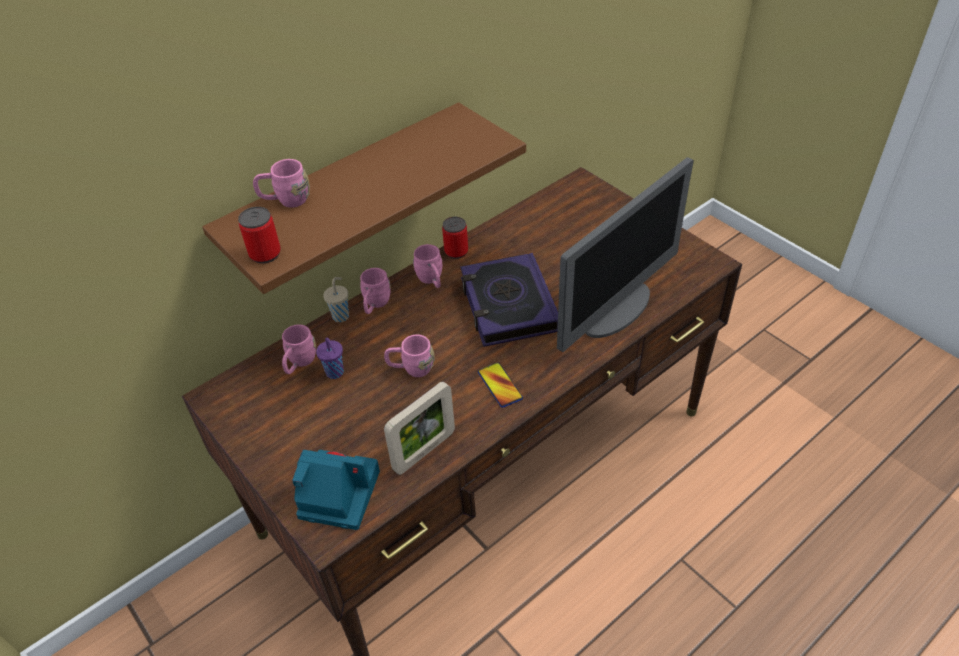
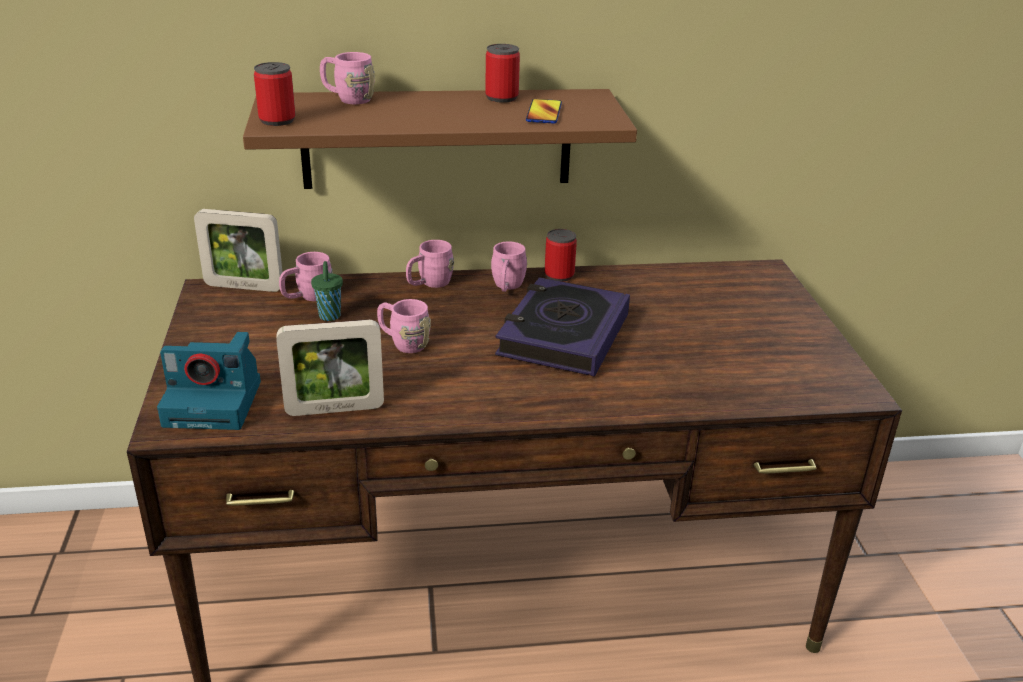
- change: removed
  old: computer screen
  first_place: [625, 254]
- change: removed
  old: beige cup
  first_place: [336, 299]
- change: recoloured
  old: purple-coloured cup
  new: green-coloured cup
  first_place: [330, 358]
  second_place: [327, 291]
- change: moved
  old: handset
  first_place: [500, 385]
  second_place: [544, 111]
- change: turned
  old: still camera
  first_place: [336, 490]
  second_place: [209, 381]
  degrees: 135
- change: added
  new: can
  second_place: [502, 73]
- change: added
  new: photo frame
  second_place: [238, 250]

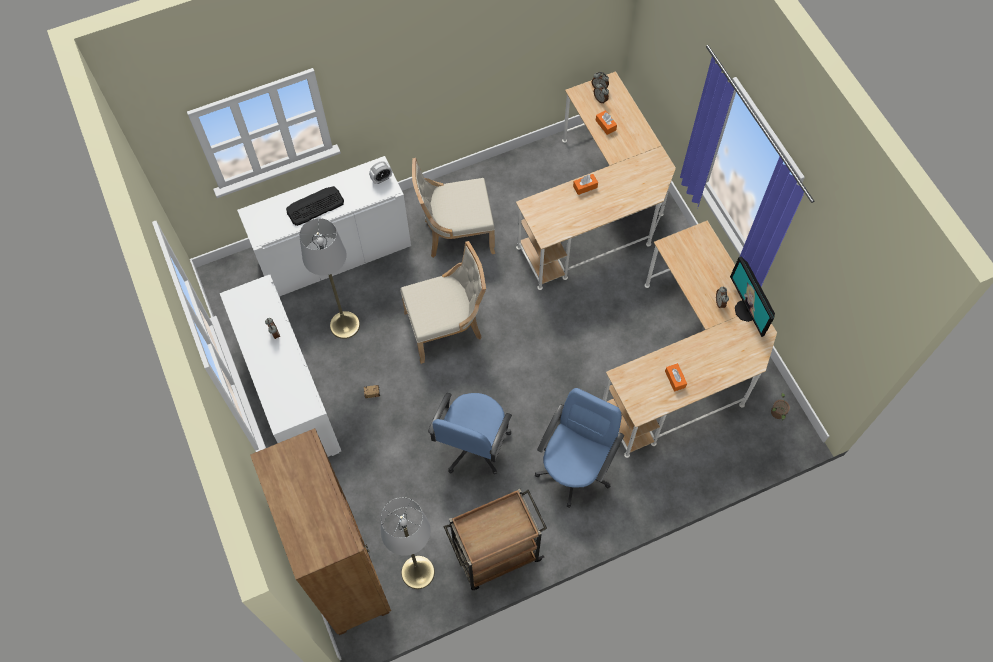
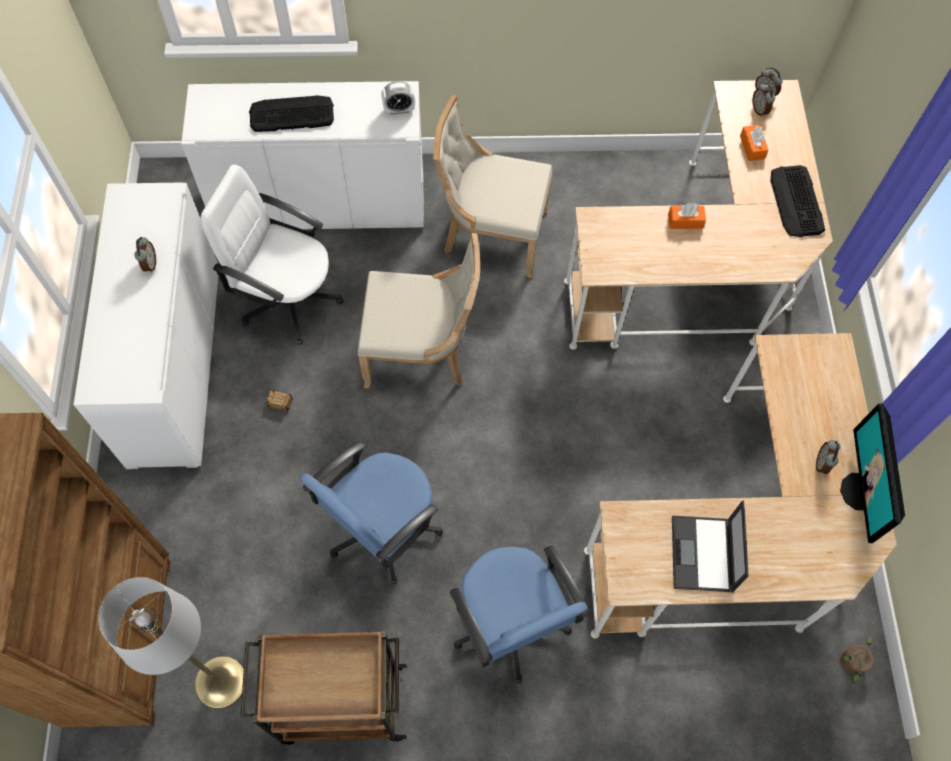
- change: replaced
  old: greyish floor lamp
  new: whitish desk chair
  first_place: [329, 278]
  second_place: [272, 255]
- change: replaced
  old: orange-coloured tissue holder
  new: notebook computer
  first_place: [676, 377]
  second_place: [710, 546]
- change: turned
  old: bluish desk chair
  first_place: [579, 448]
  second_place: [519, 614]
  degrees: 105
- change: added
  new: keyboard
  second_place: [798, 201]

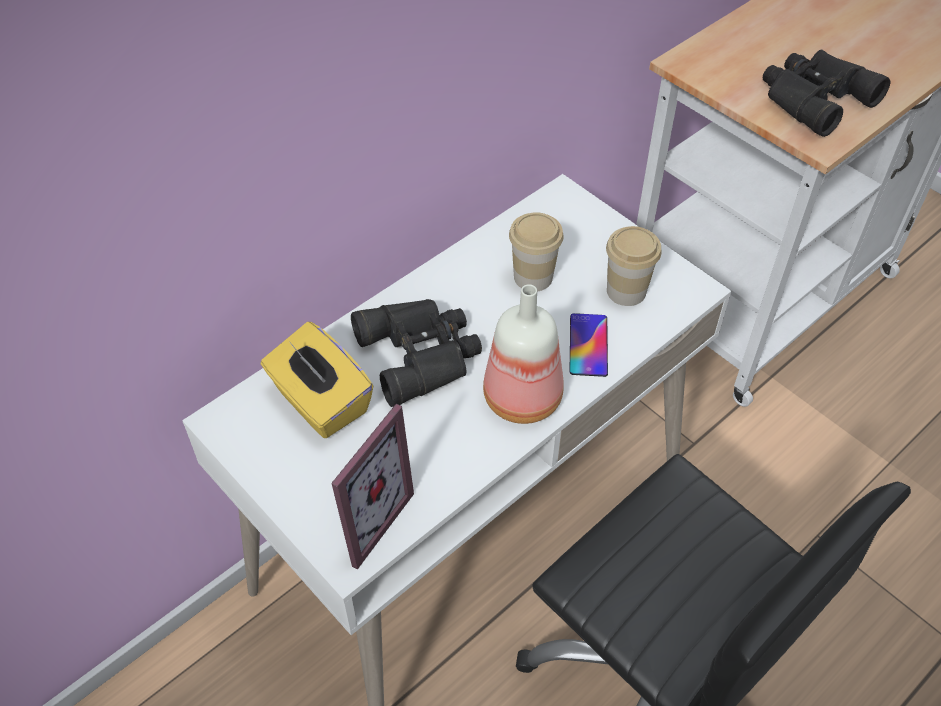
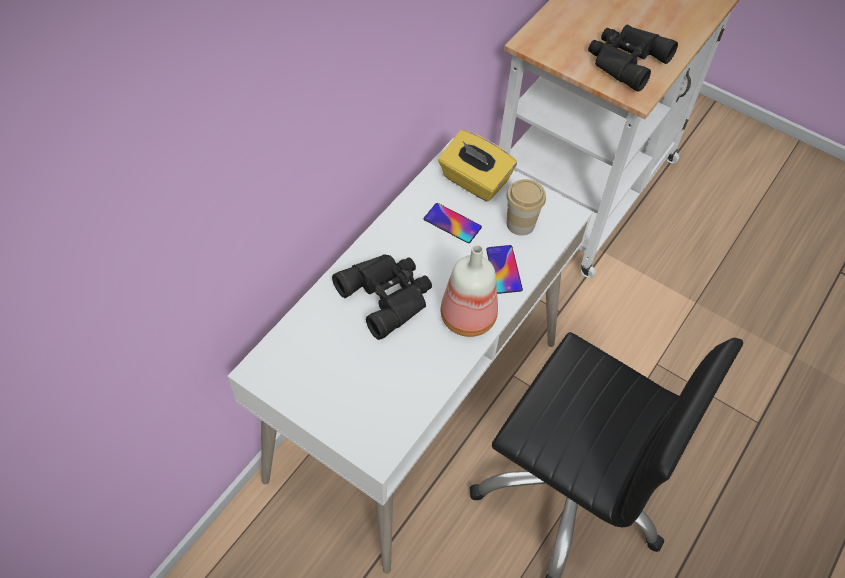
- change: replaced
  old: cup
  new: handset
  first_place: [536, 251]
  second_place: [453, 223]
- change: moved
  old: yellow-coloured tissue holder
  first_place: [317, 380]
  second_place: [477, 165]
- change: removed
  old: photo frame
  first_place: [373, 486]

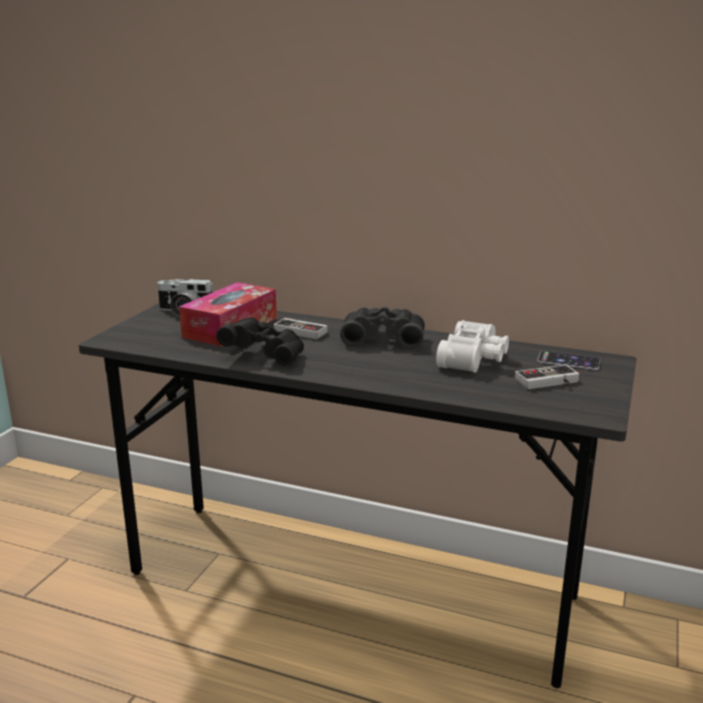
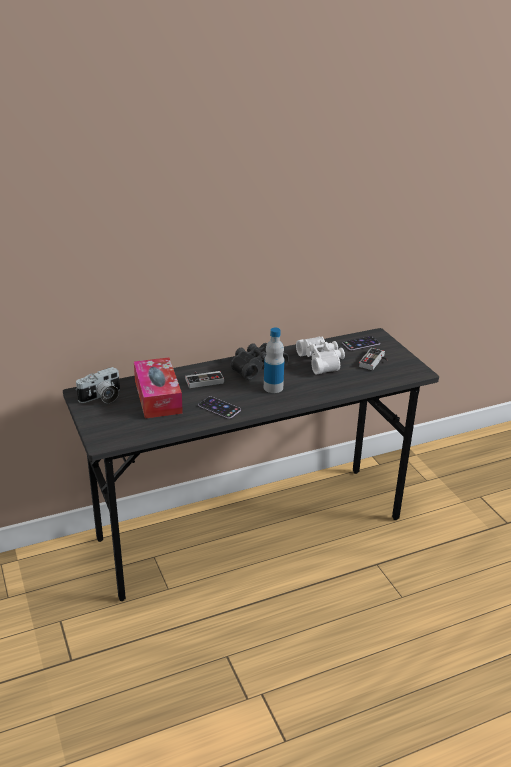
- change: replaced
  old: black-coloured field glasses
  new: handset
  first_place: [260, 341]
  second_place: [219, 407]
- change: added
  new: drink bottle
  second_place: [274, 360]

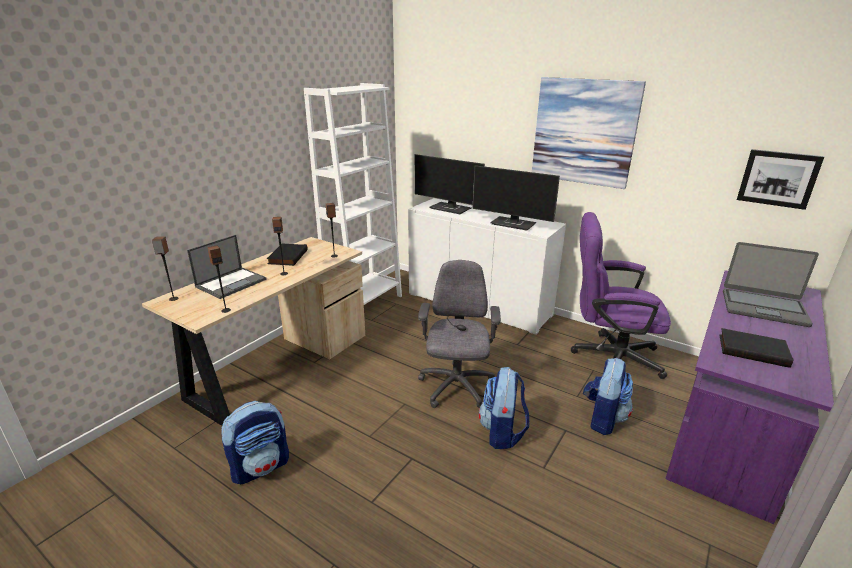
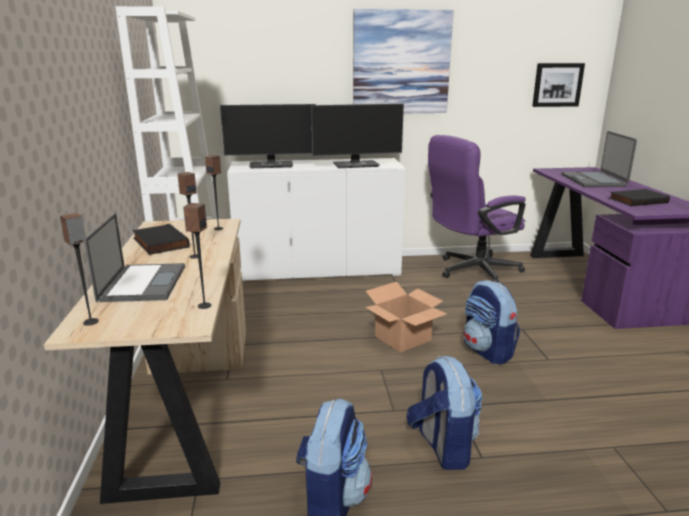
- change: turned
  old: notebook computer
  first_place: [771, 284]
  second_place: [599, 159]
  degrees: 105
- change: replaced
  old: greyish desk chair
  new: cardboard box
  first_place: [459, 334]
  second_place: [406, 317]
- change: moved
  old: rucksack
  first_place: [608, 396]
  second_place: [444, 413]

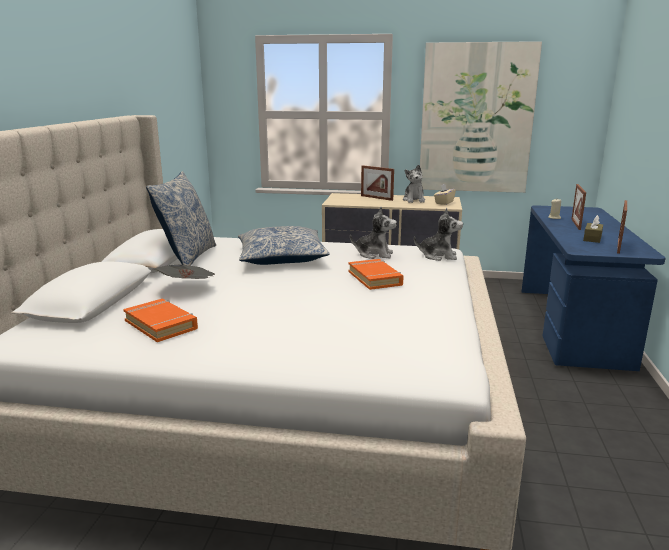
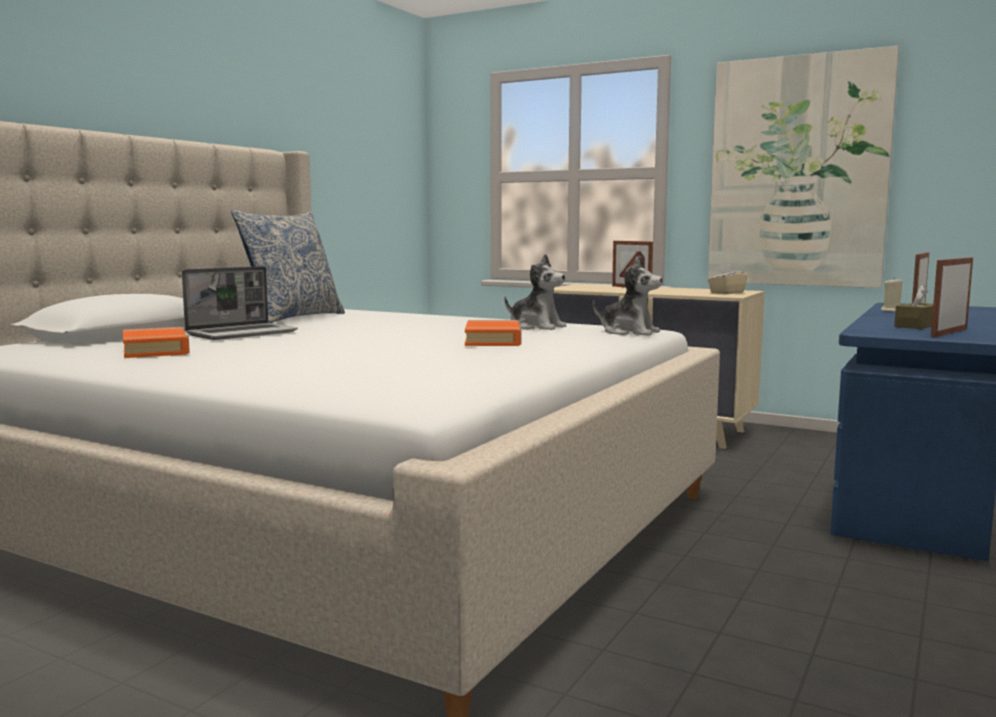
- change: removed
  old: soft toy
  first_place: [414, 184]
- change: removed
  old: pillow
  first_place: [283, 245]
- change: replaced
  old: daily paper
  new: notebook computer
  first_place: [183, 272]
  second_place: [240, 303]

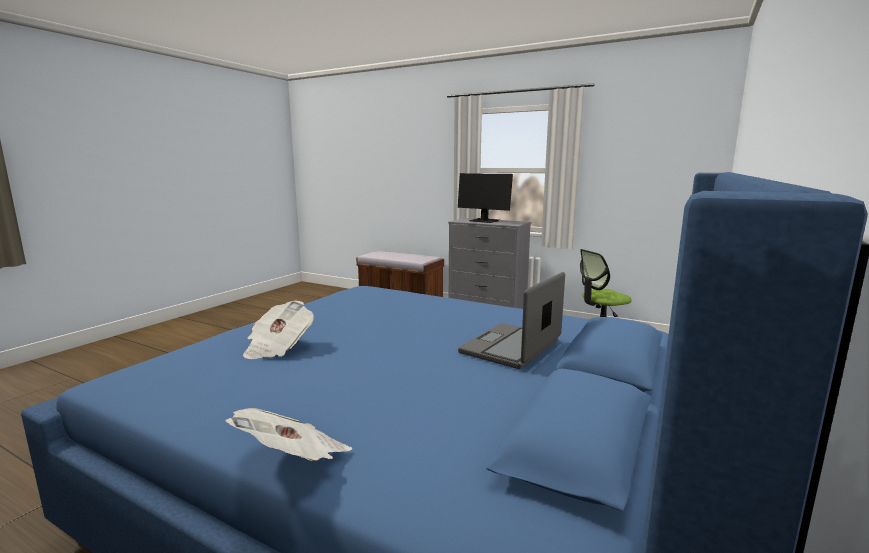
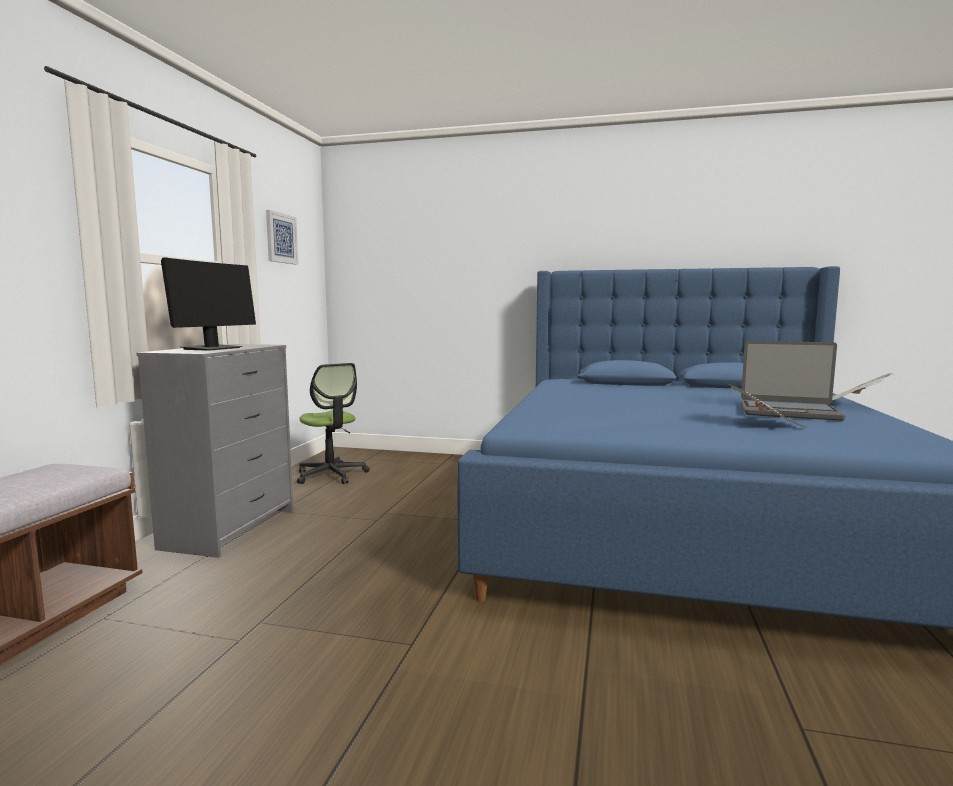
- change: moved
  old: notebook computer
  first_place: [511, 320]
  second_place: [793, 381]
- change: added
  new: picture
  second_place: [282, 237]

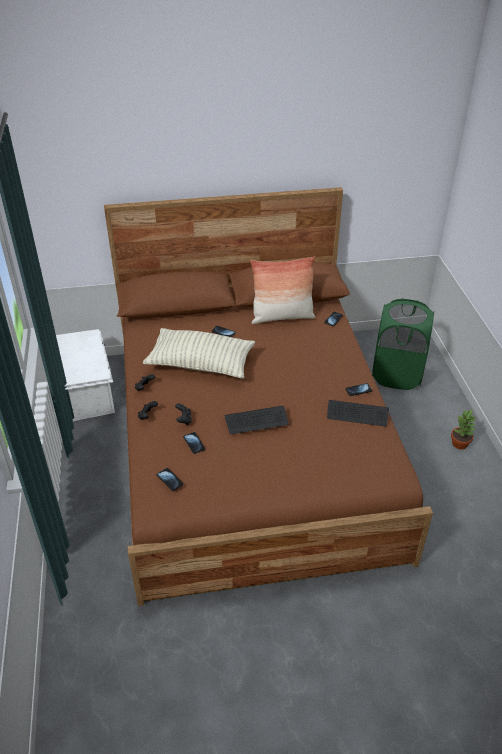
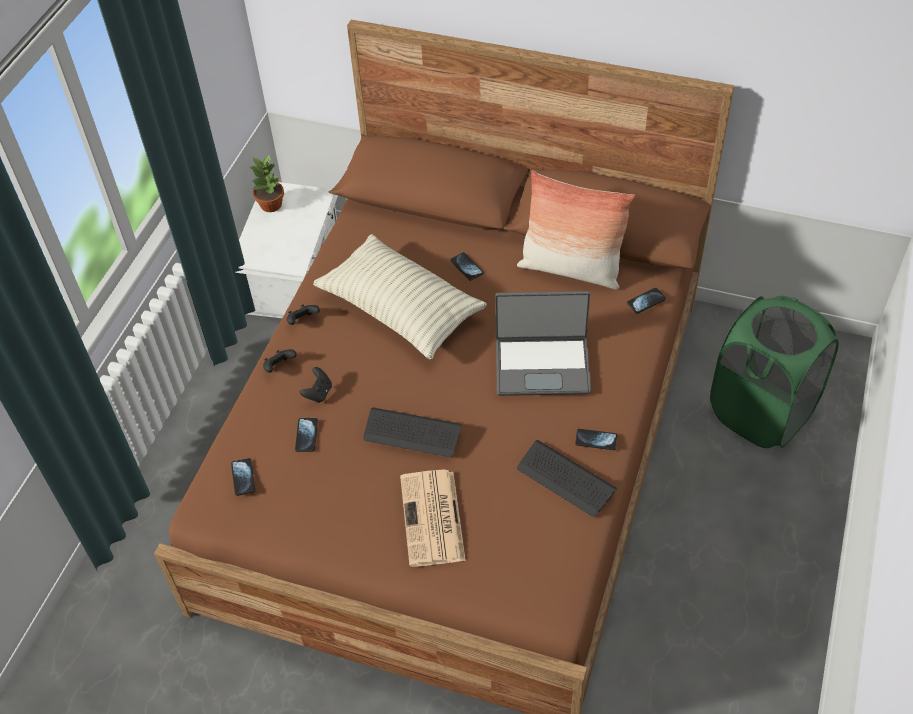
- change: moved
  old: houseplant
  first_place: [463, 429]
  second_place: [267, 183]
- change: added
  new: notebook computer
  second_place: [543, 343]
- change: added
  new: daily paper
  second_place: [433, 518]

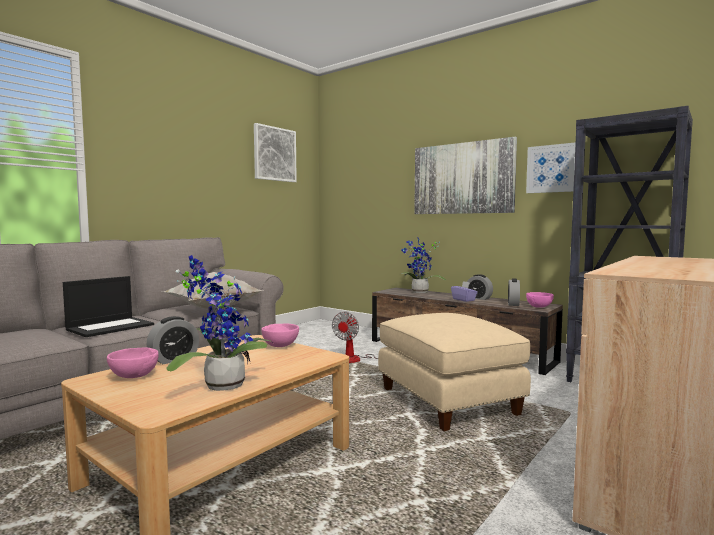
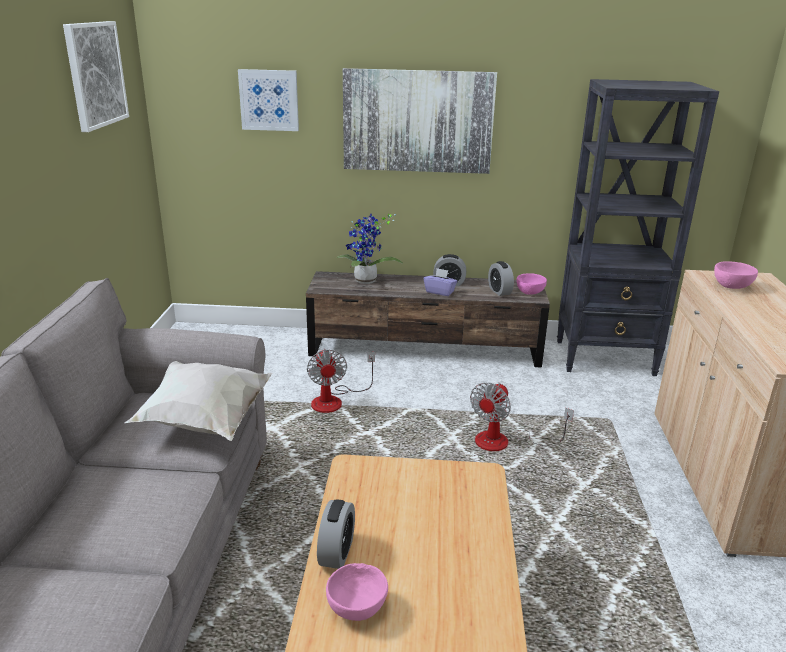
- change: moved
  old: picture
  first_place: [551, 167]
  second_place: [268, 100]
- change: removed
  old: houseplant
  first_place: [219, 323]
- change: removed
  old: notebook computer
  first_place: [108, 306]
- change: replaced
  old: beige ottoman
  new: electric fan
  first_place: [454, 372]
  second_place: [522, 416]
- change: moved
  old: pink-coloured deep dish
  first_place: [280, 335]
  second_place: [736, 275]

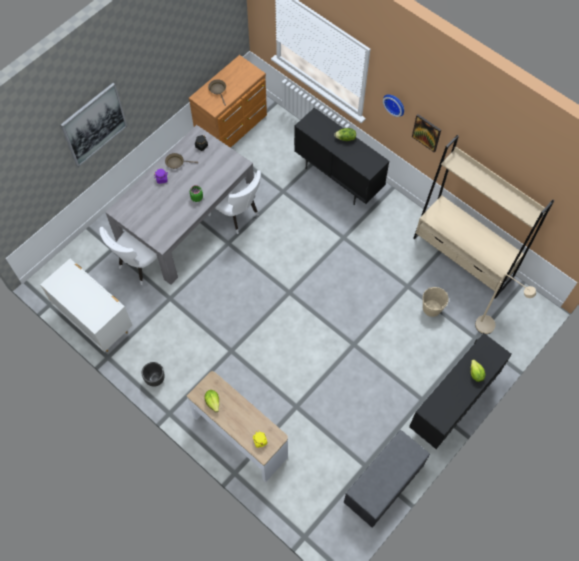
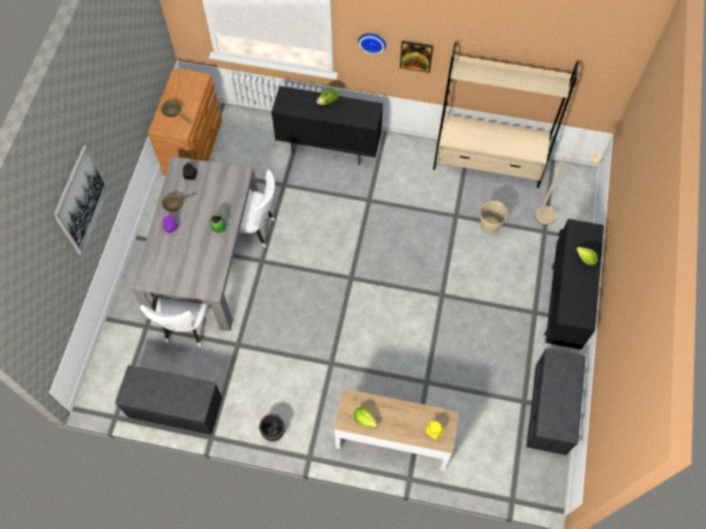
- change: replaced
  old: whitish dresser
  new: greyish bench
  first_place: [86, 305]
  second_place: [168, 400]

